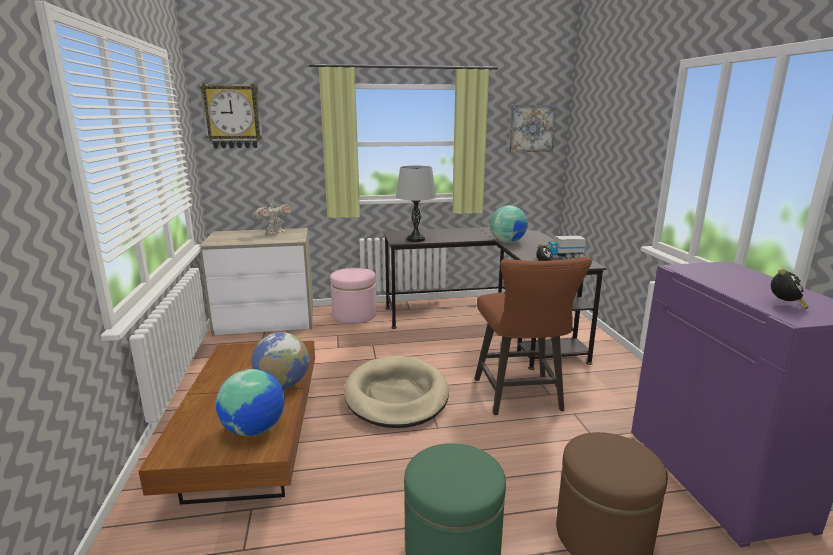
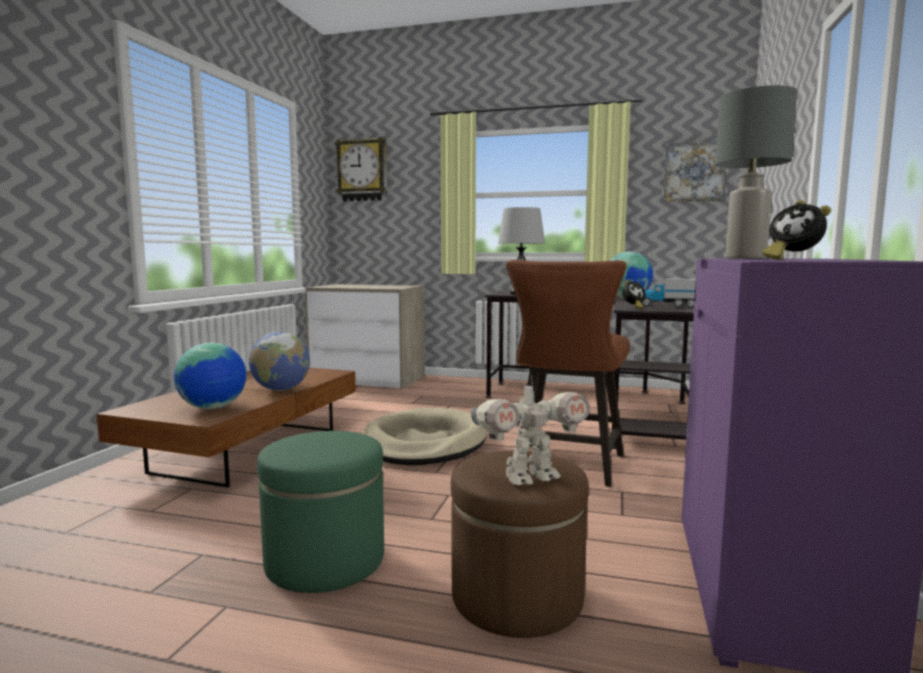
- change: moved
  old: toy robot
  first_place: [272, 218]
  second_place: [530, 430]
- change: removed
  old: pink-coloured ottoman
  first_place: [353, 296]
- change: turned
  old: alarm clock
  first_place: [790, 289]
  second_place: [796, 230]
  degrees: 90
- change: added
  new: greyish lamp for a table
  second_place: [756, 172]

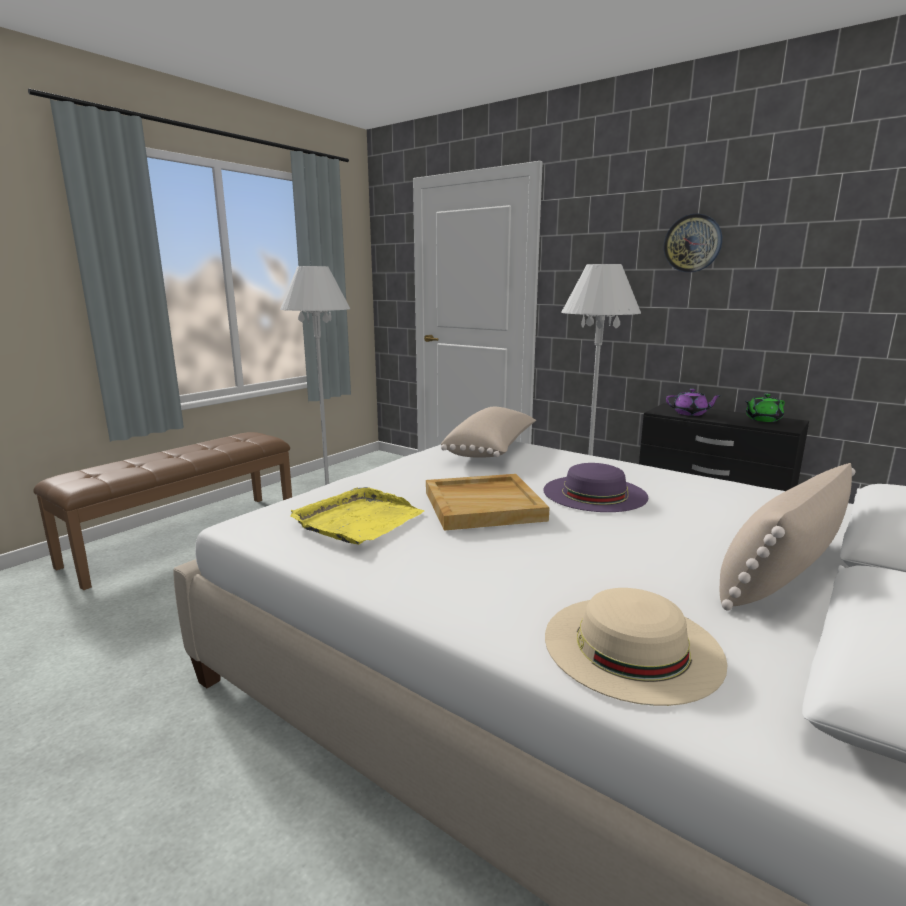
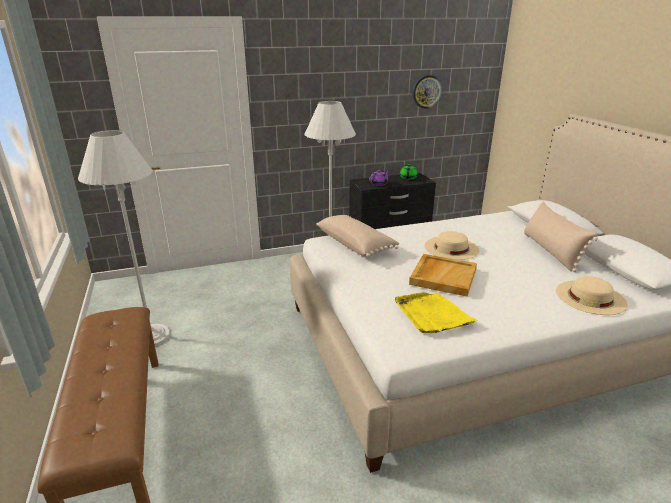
- change: moved
  old: wall clock
  first_place: [693, 243]
  second_place: [427, 92]
- change: recoloured
  old: purple-coloured wearable hat
  new: beige wearable hat
  first_place: [595, 487]
  second_place: [452, 245]

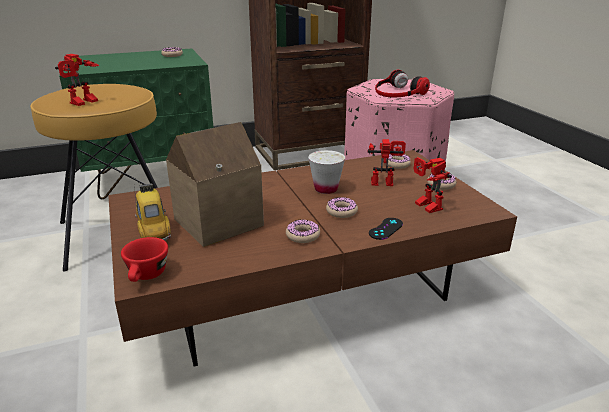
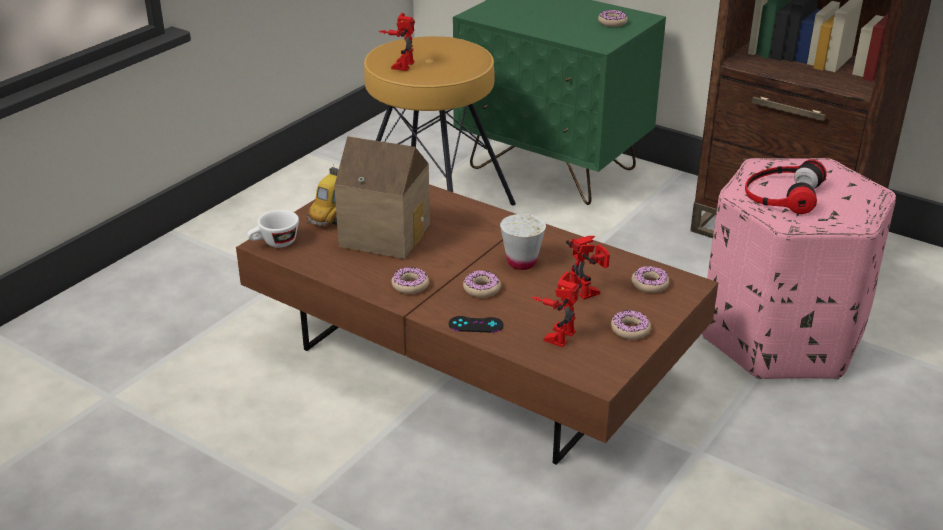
- change: turned
  old: toy robot
  first_place: [77, 80]
  second_place: [397, 42]
  degrees: 105
- change: recoloured
  old: reddish cup
  new: whitish cup
  first_place: [144, 259]
  second_place: [273, 229]

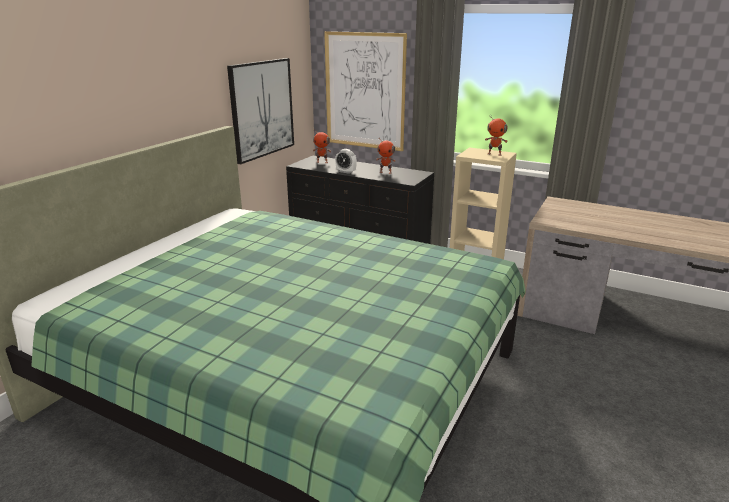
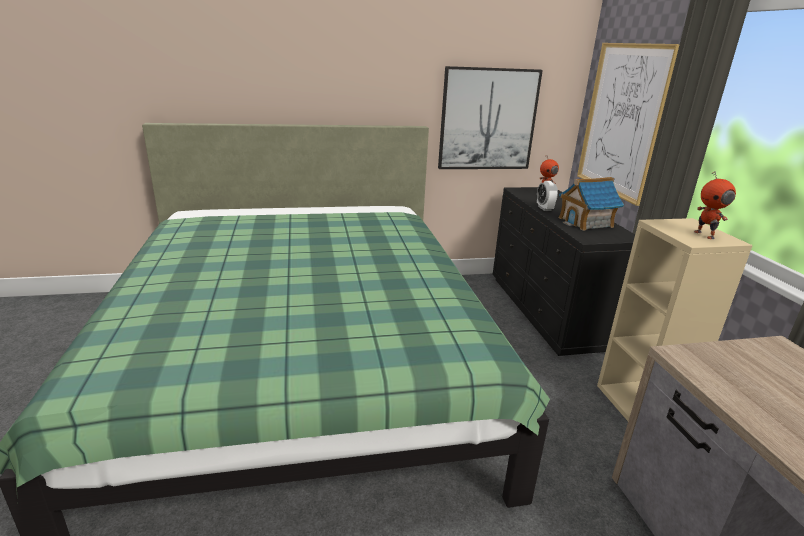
- change: replaced
  old: toy robot
  new: miniature house
  first_place: [386, 156]
  second_place: [591, 204]

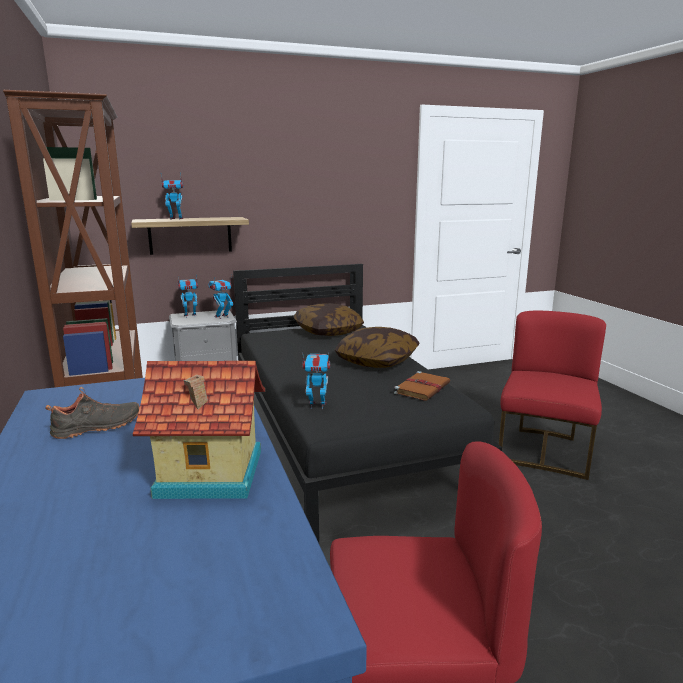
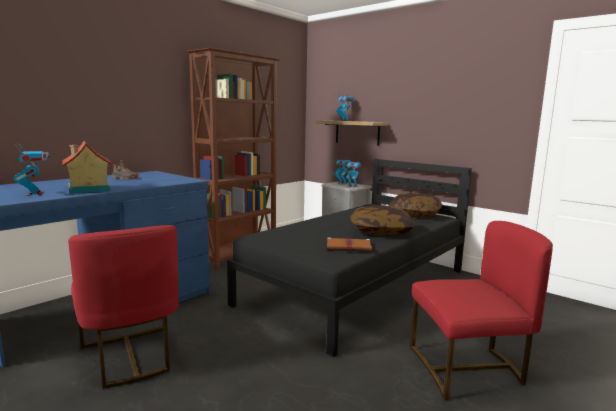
- change: moved
  old: toy robot
  first_place: [316, 380]
  second_place: [32, 169]

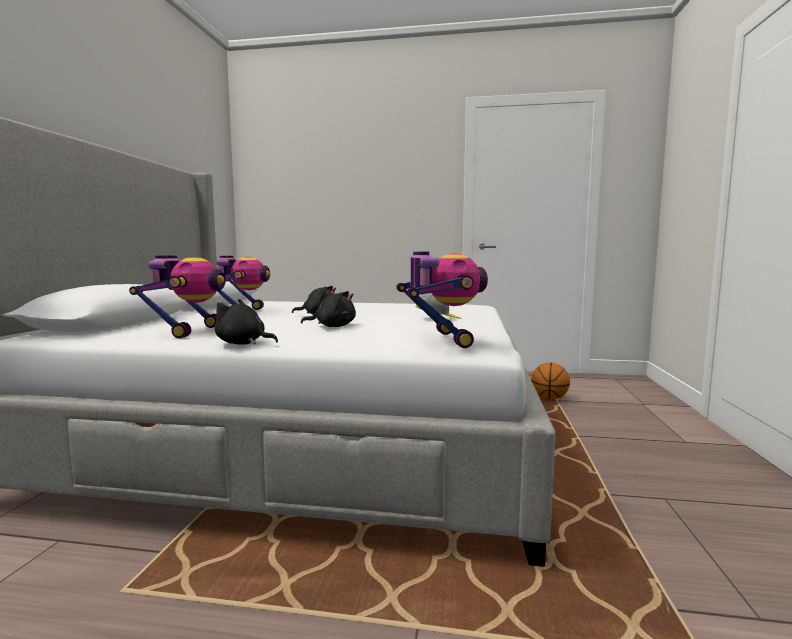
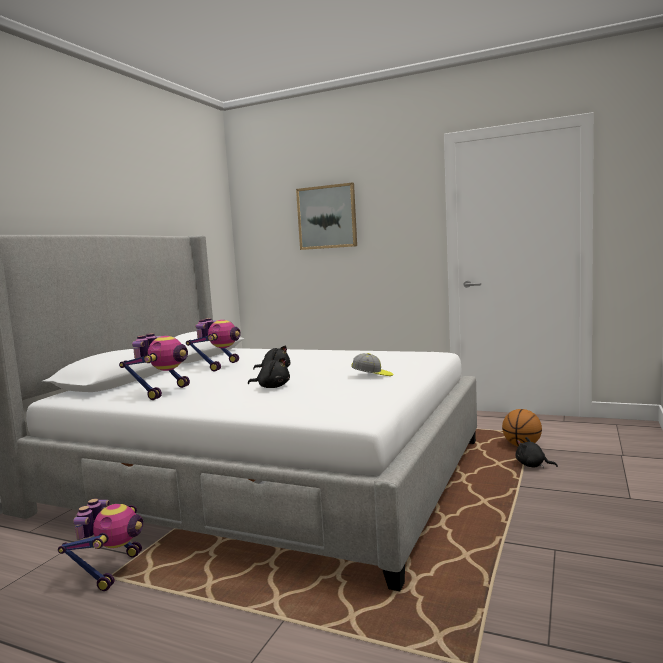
- change: moved
  old: toy robot
  first_place: [442, 300]
  second_place: [100, 544]
- change: moved
  old: black-coloured soft toy
  first_place: [246, 322]
  second_place: [537, 452]
- change: added
  new: picture
  second_place: [326, 216]

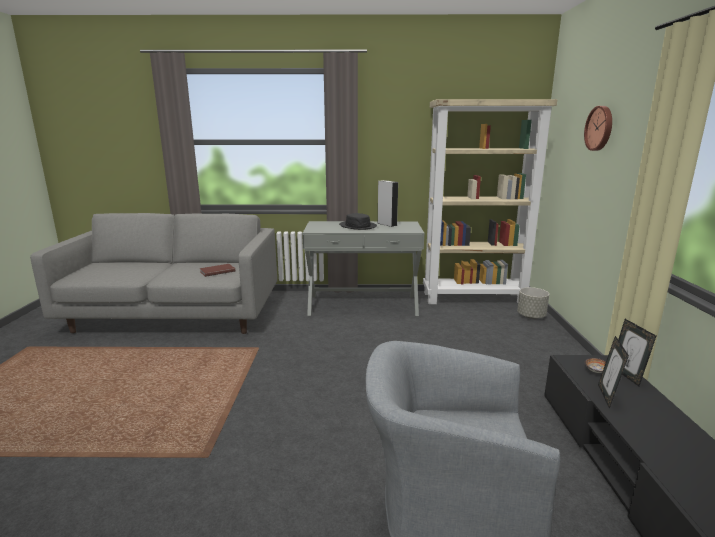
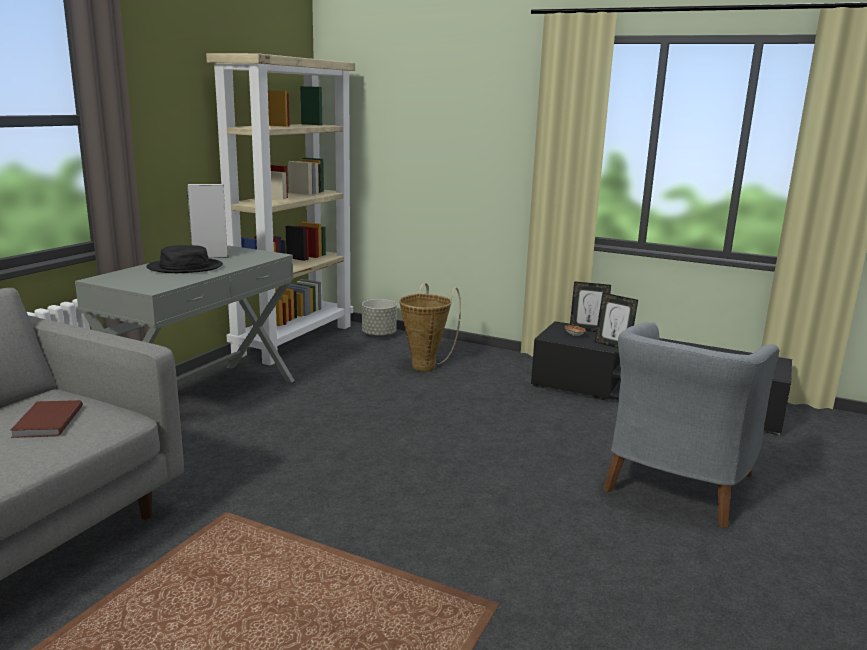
- change: removed
  old: wall clock
  first_place: [598, 128]
- change: added
  new: storage basket
  second_place: [430, 327]

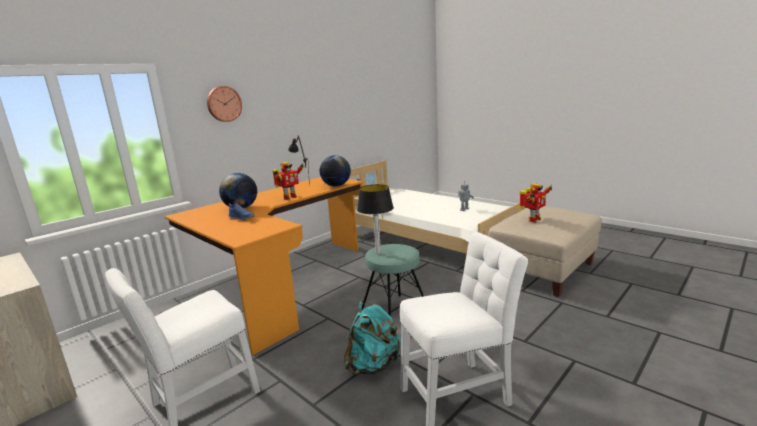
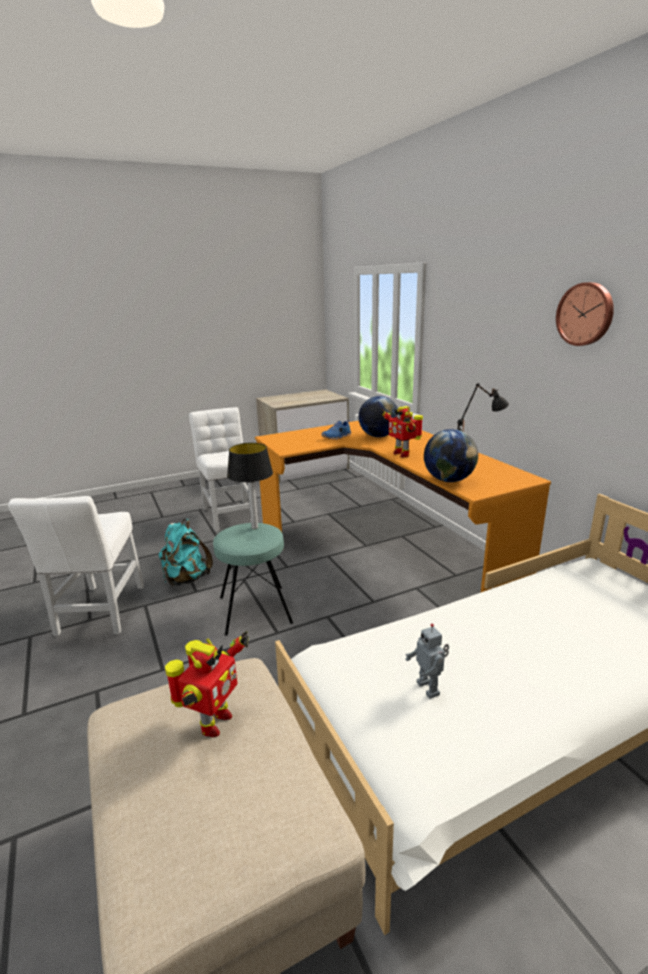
- change: moved
  old: wall clock
  first_place: [224, 104]
  second_place: [585, 314]
- change: turned
  old: toy robot
  first_place: [535, 203]
  second_place: [207, 684]
  degrees: -135

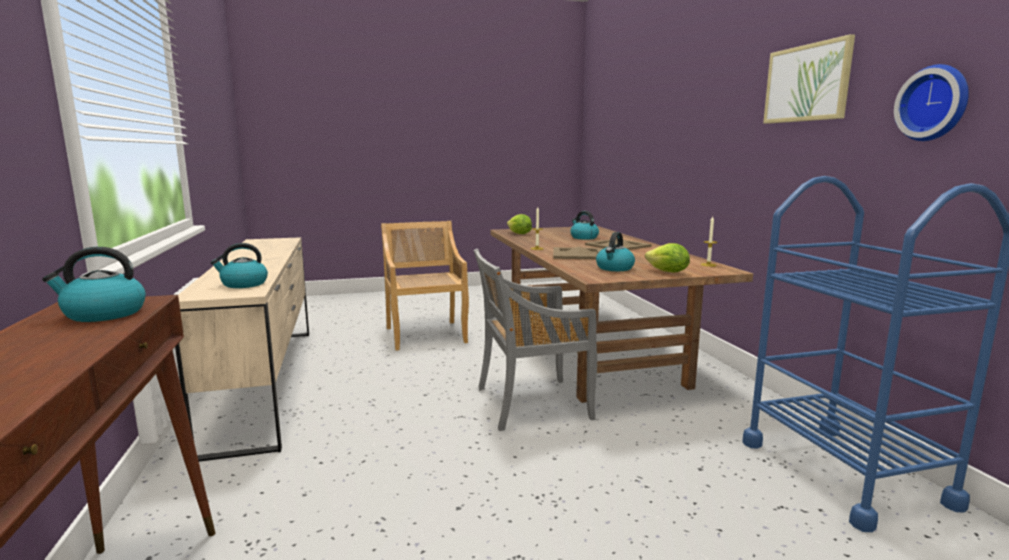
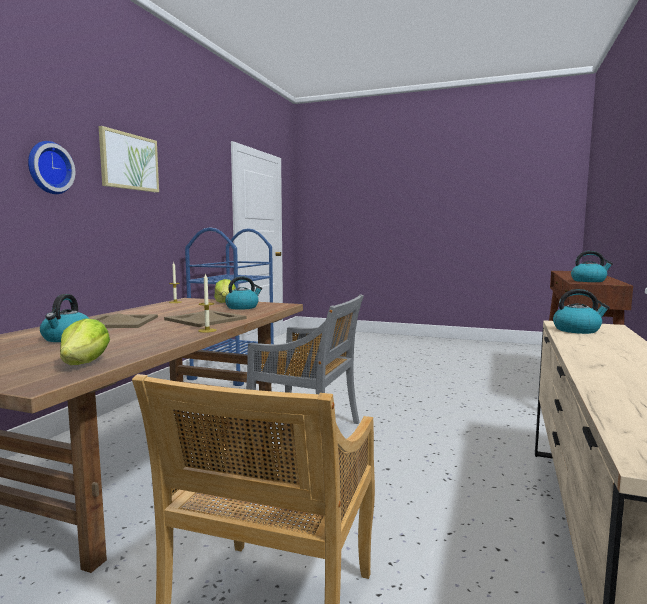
- change: moved
  old: wall clock
  first_place: [931, 102]
  second_place: [51, 167]

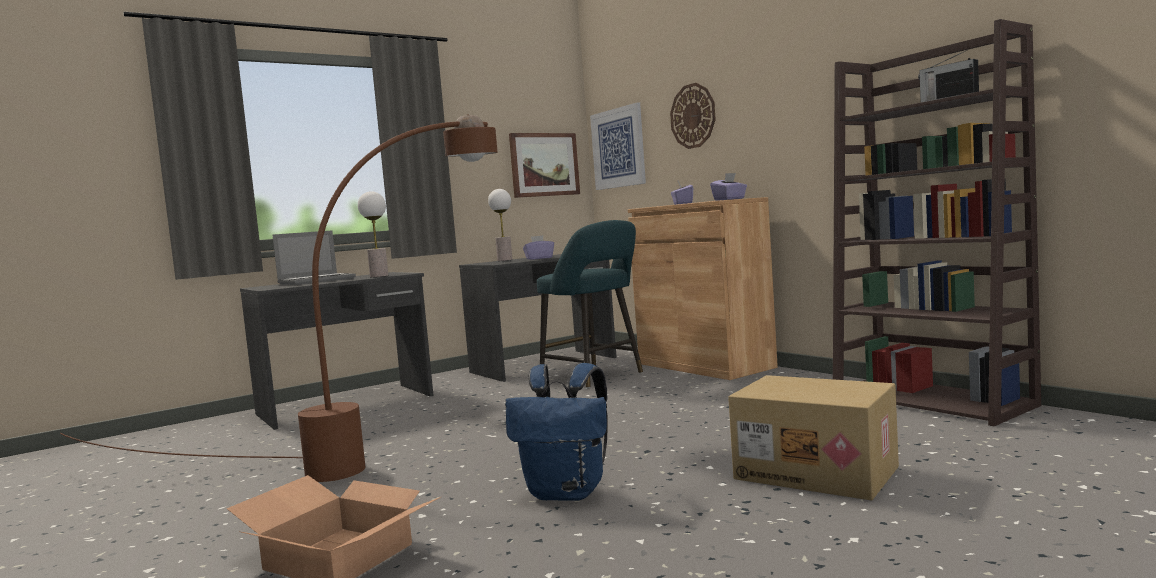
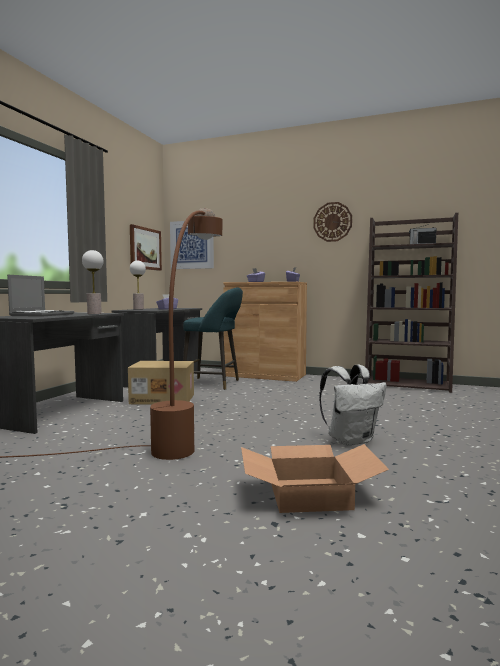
- change: moved
  old: wall clock
  first_place: [693, 116]
  second_place: [332, 222]
- change: recoloured
  old: bluish rucksack
  new: whitish rucksack
  first_place: [556, 432]
  second_place: [352, 405]
- change: moved
  old: cardboard box
  first_place: [813, 437]
  second_place: [161, 383]

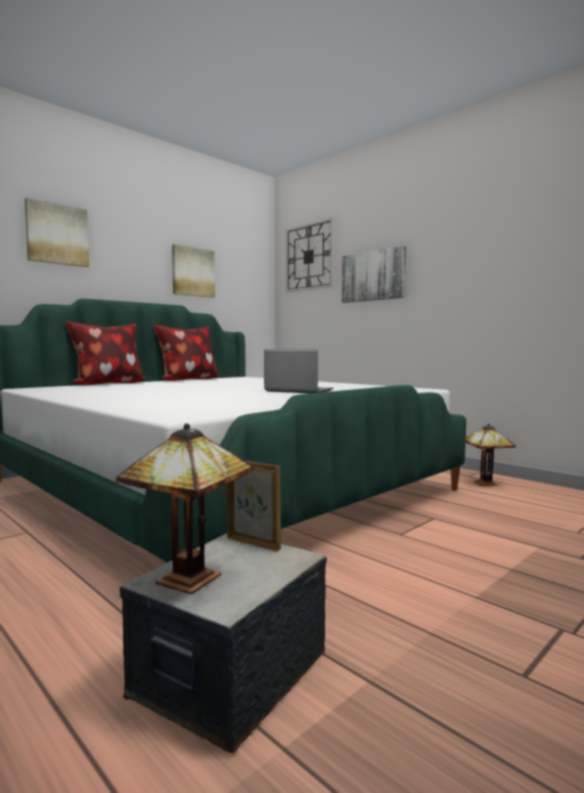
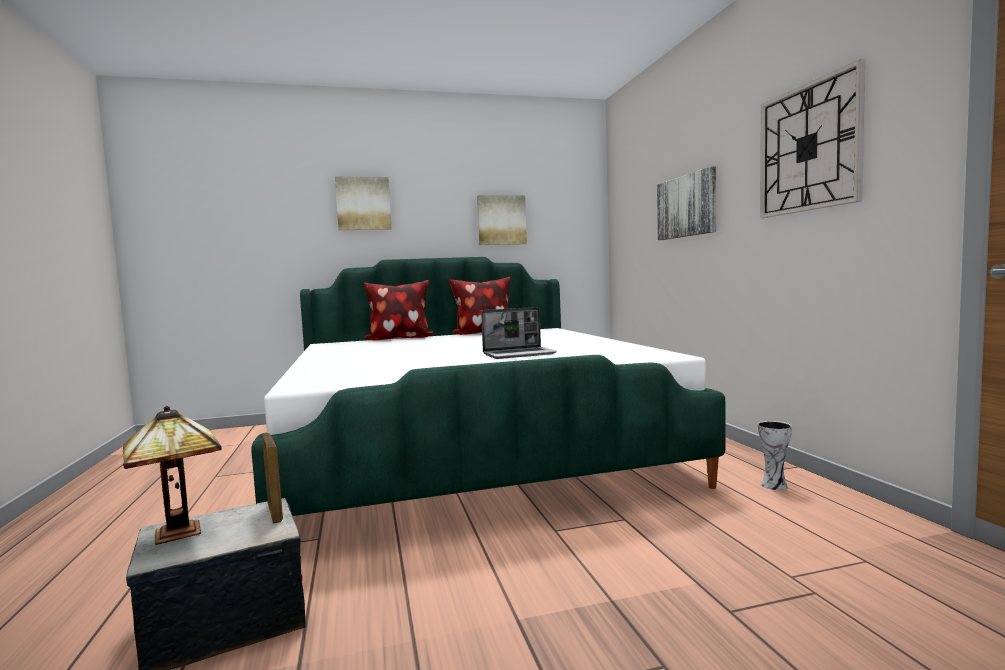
- change: moved
  old: wall clock
  first_place: [309, 255]
  second_place: [812, 138]
- change: turned
  old: notebook computer
  first_place: [298, 371]
  second_place: [519, 333]
  degrees: 105
- change: replaced
  old: lamp for a table
  new: vase
  first_place: [491, 455]
  second_place: [775, 455]

